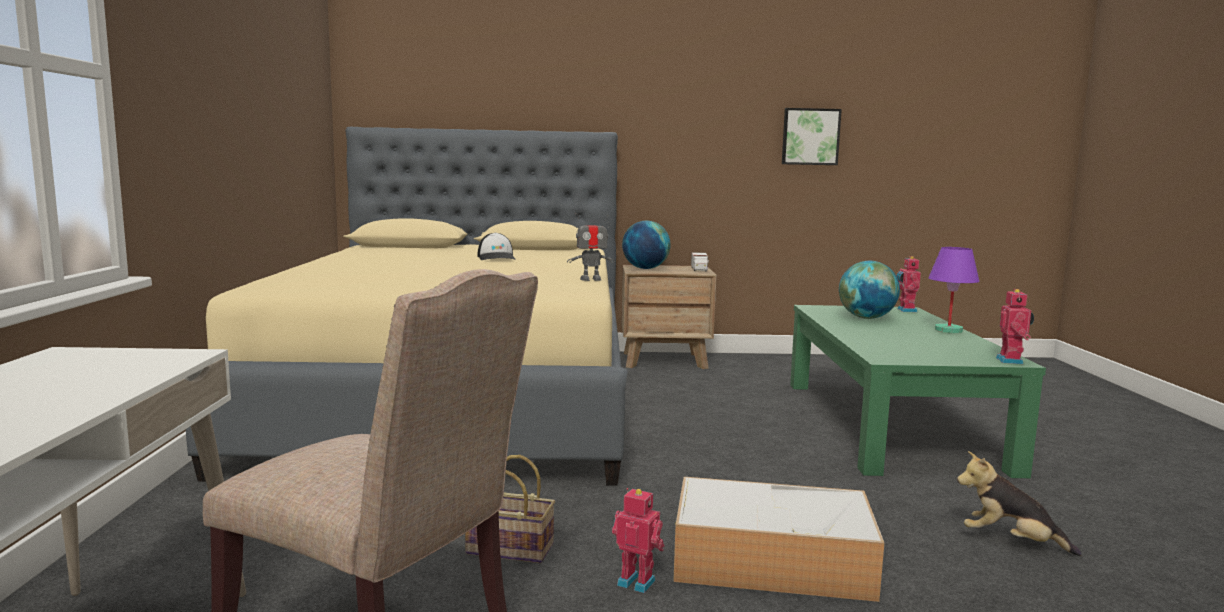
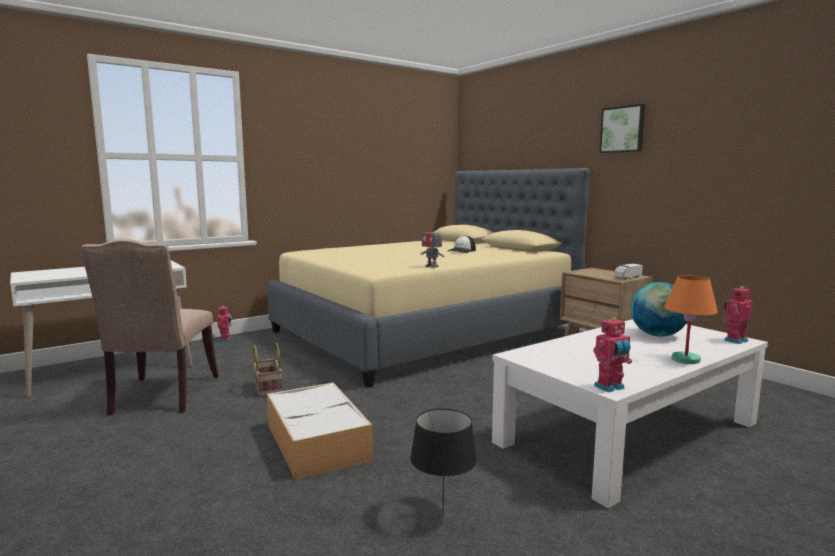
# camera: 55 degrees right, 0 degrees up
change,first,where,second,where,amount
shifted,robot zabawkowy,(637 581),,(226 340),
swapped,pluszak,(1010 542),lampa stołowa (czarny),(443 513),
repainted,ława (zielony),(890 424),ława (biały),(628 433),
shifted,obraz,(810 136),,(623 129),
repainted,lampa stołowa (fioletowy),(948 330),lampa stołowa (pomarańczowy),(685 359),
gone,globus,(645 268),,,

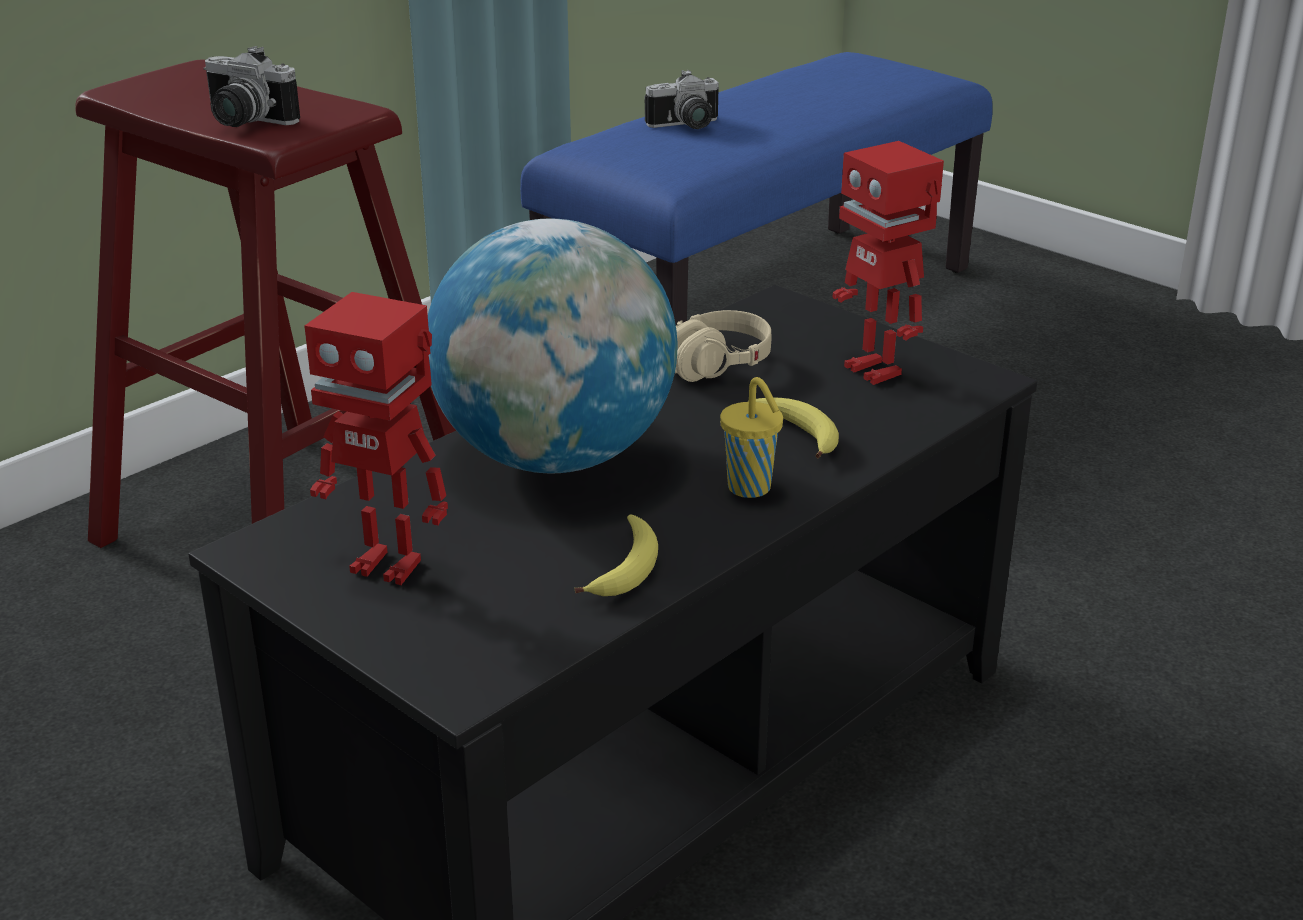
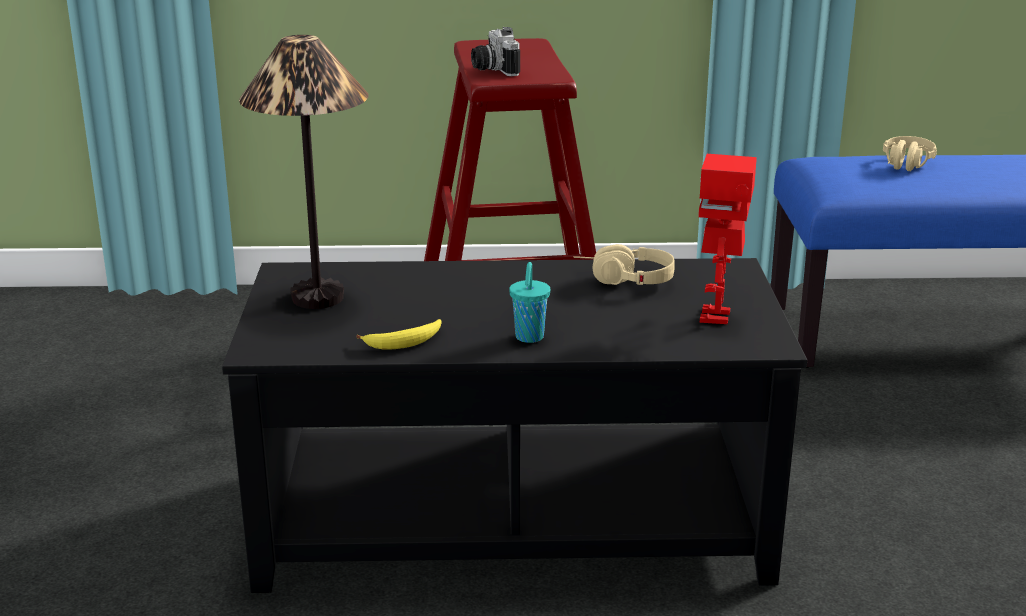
# camera: 45 degrees right, 5 degrees down
change,first,where,second,where,amount
swapped,robot zabawkowy,(389 565),lampa stołowa,(319 298),
repainted,filiżanka (żółty),(751 489),filiżanka (turkusowy),(529 338),
swapped,aparat fotograficzny,(687 126),słuchawki (beżowy),(905 166),
gone,globus,(555 457),,,
gone,banan,(798 434),,,

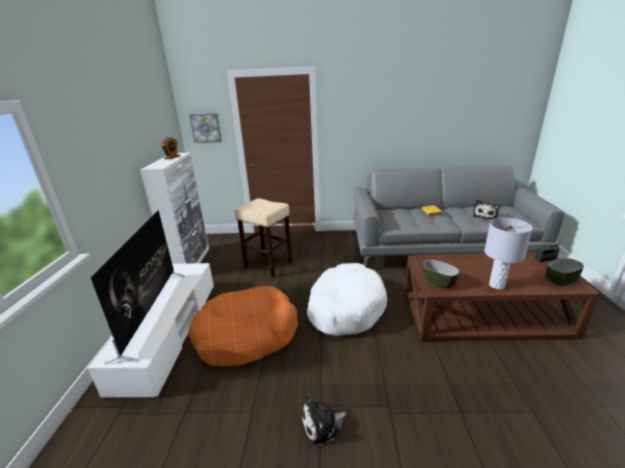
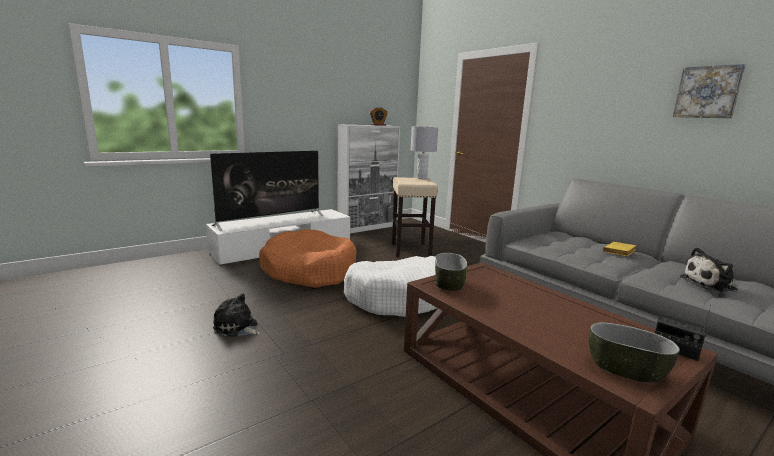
# camera: 50 degrees right, 10 degrees down
change,first,where,second,where,amount
shifted,lampa stołowa (szary),(496 285),,(421 178),
shifted,obraz,(206 128),,(708 92),

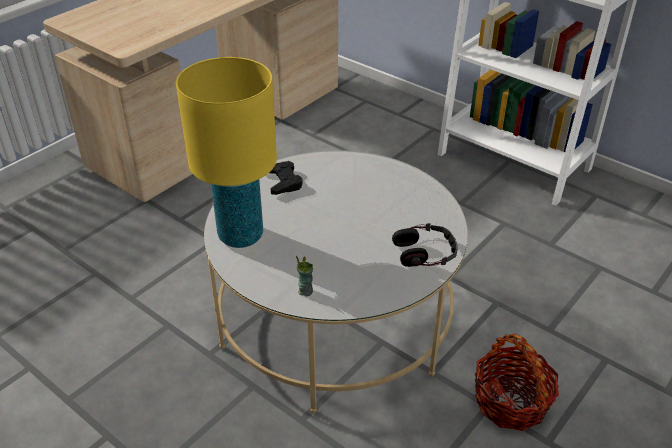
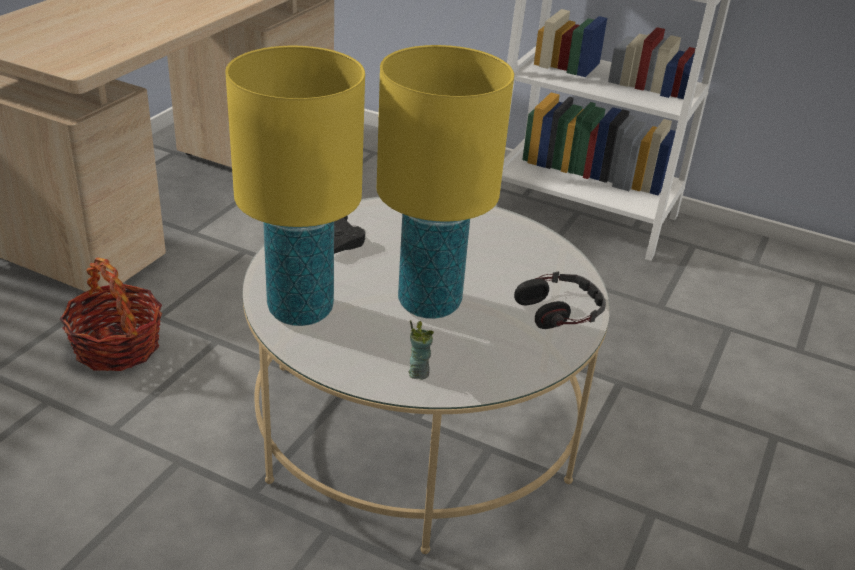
# camera: 15 degrees left, 5 degrees down
change,first,where,second,where,amount
shifted,koszyk,(511 402),,(117 347),
new,,,lampa stołowa (żółty),(428 303),

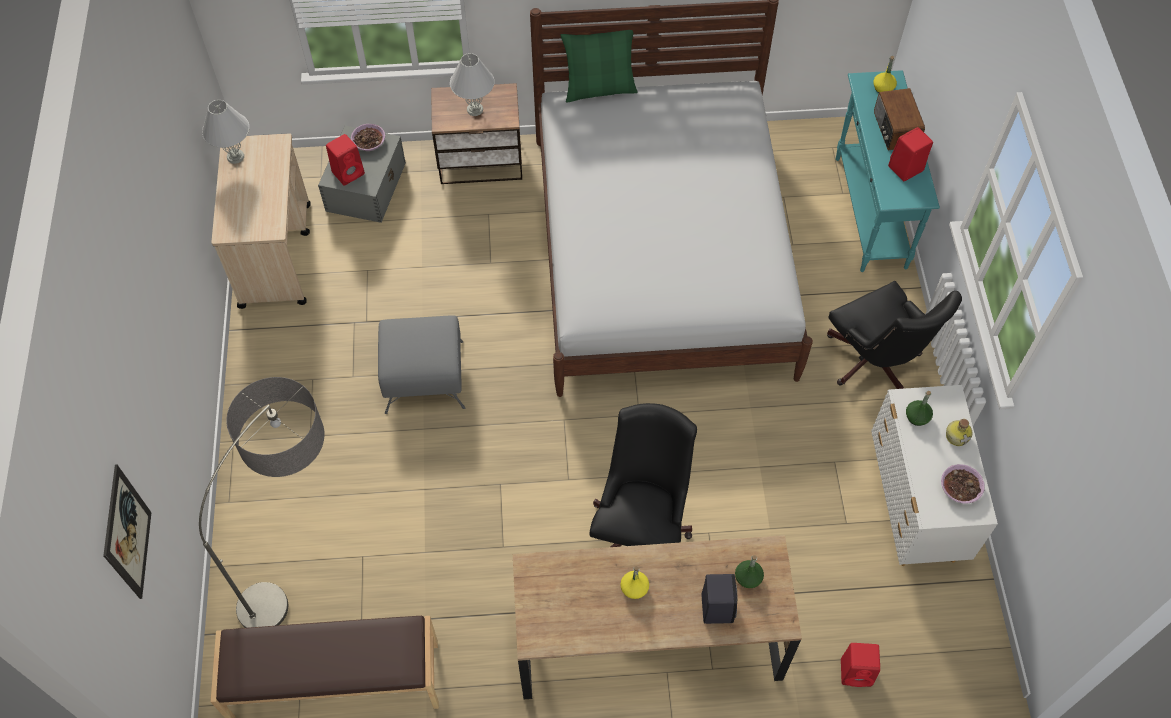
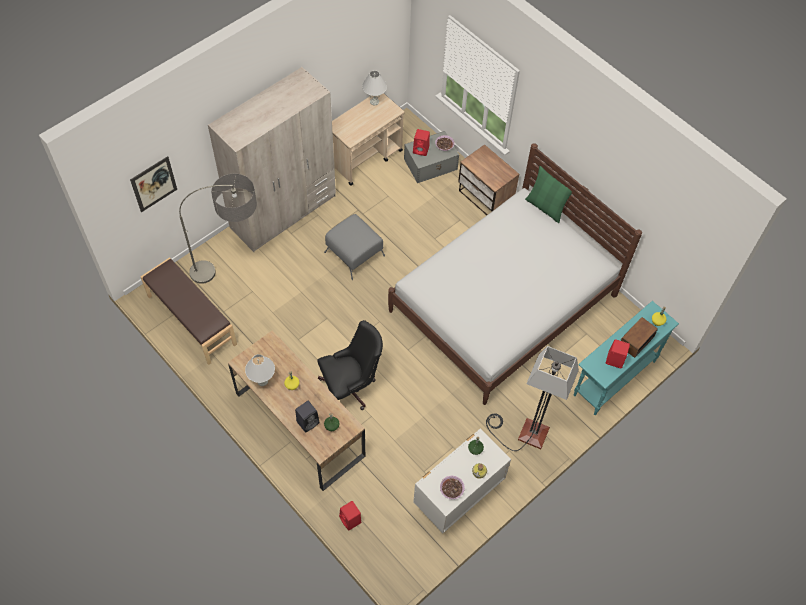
# camera: 50 degrees right, 0 degrees up
change,first,where,second,where,amount
new,,,szafa (beżowy),(283 211),
shifted,lampa stołowa (biały),(475 109),,(262 381),
swapped,krzesło biurowe (czarny),(874 363),lampa stojąca,(524 433),

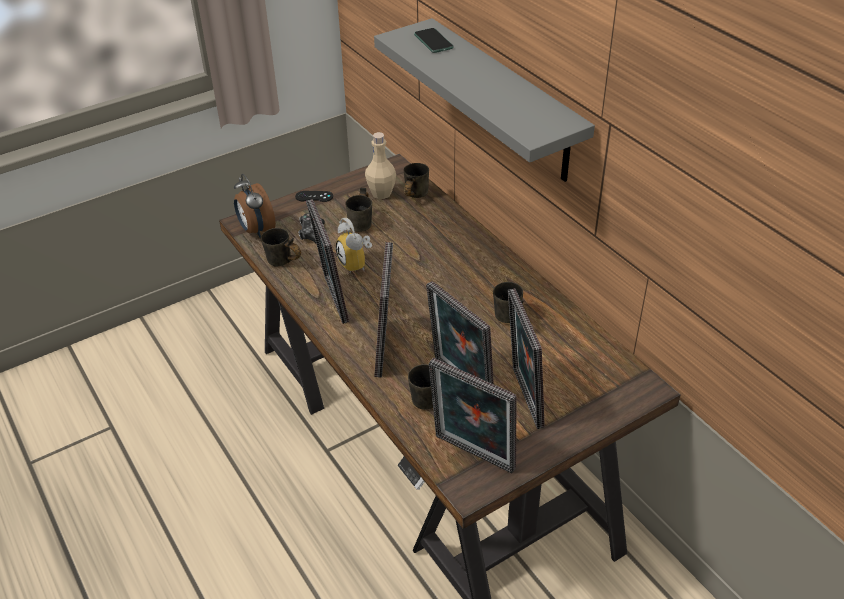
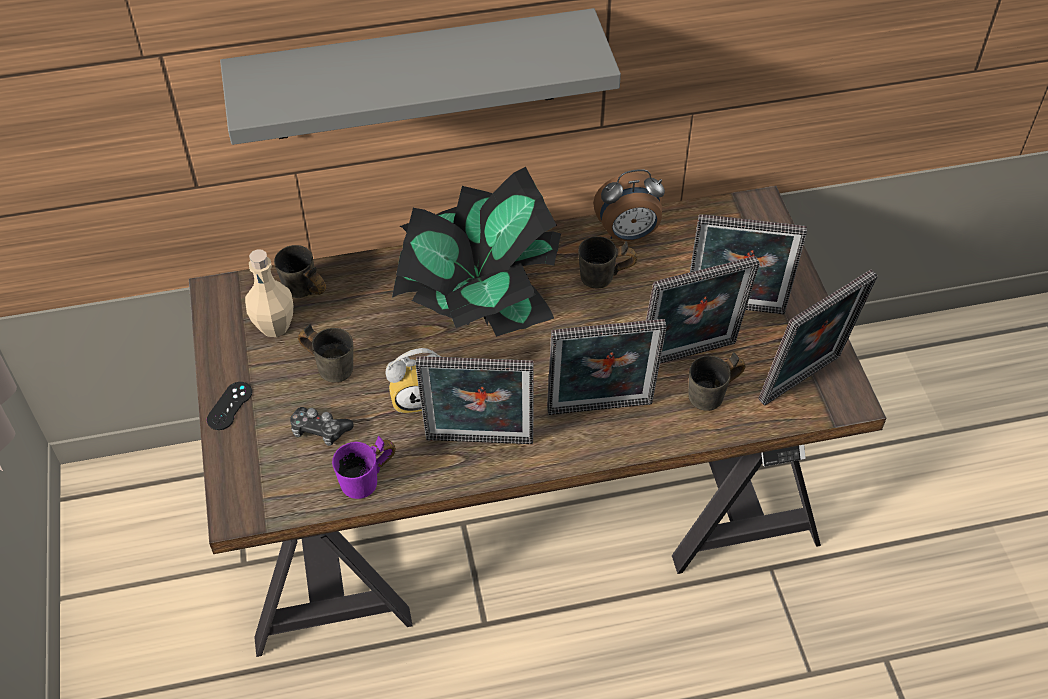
# camera: 70 degrees left, 10 degrees up
change,first,where,second,where,amount
repainted,kubek (szary),(282 264),kubek (fioletowy),(369 483),
new,,,roślina doniczkowa,(477 304),
rotated,ramka na zdjęcie,(386 349),,(600 411),150 degrees clockwise
shifted,budzik,(256 230),,(628 234),
gone,telefon,(433 41),,,

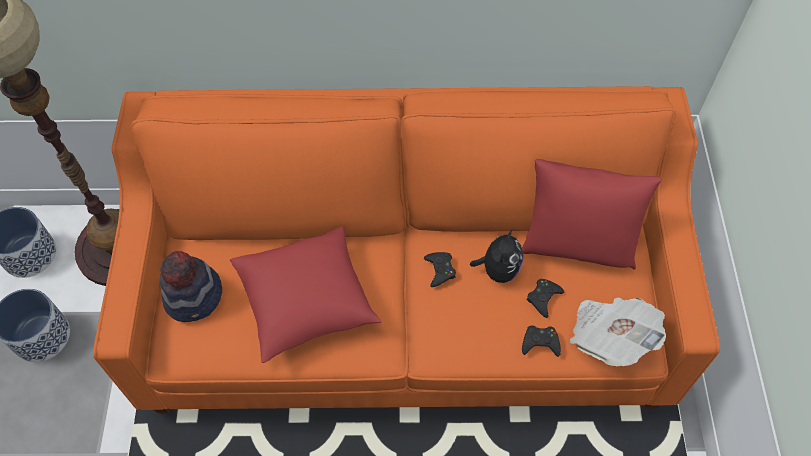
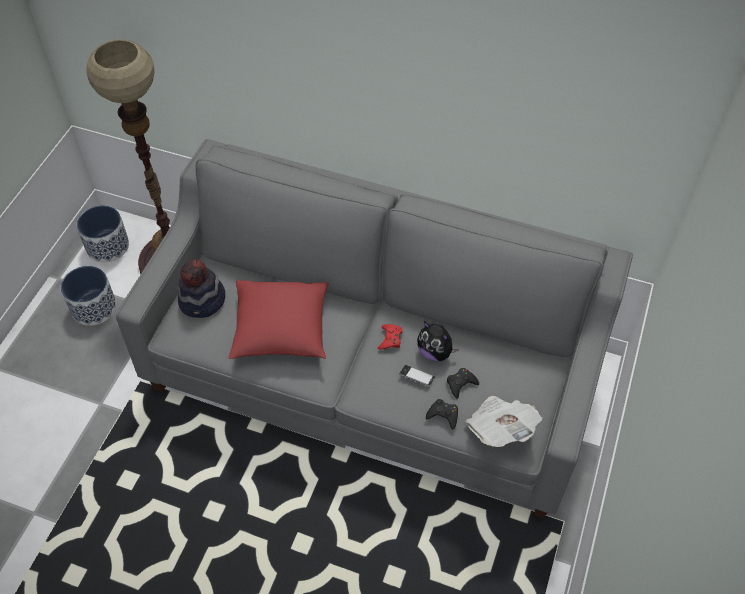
# camera: 20 degrees right, 5 degrees down
change,first,where,second,where,amount
repainted,kanapa (pomarańczowy),(406 307),kanapa (szary),(373 373),
repainted,pad do gier (czarny),(440 270),pad do gier (czerwony),(390 339),
new,,,telefon,(417 377),
rotated,pluszak,(498 269),,(435 352),90 degrees clockwise
gone,poduszka (czerwony),(576 245),,,

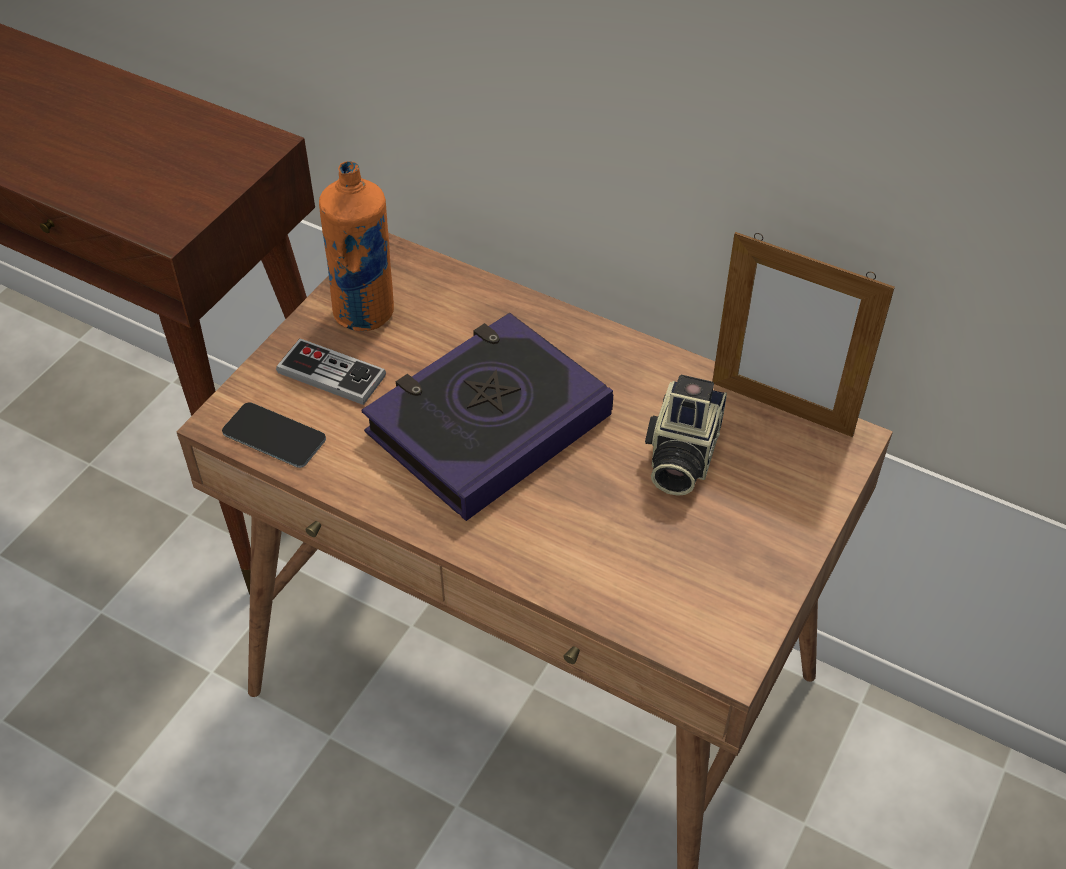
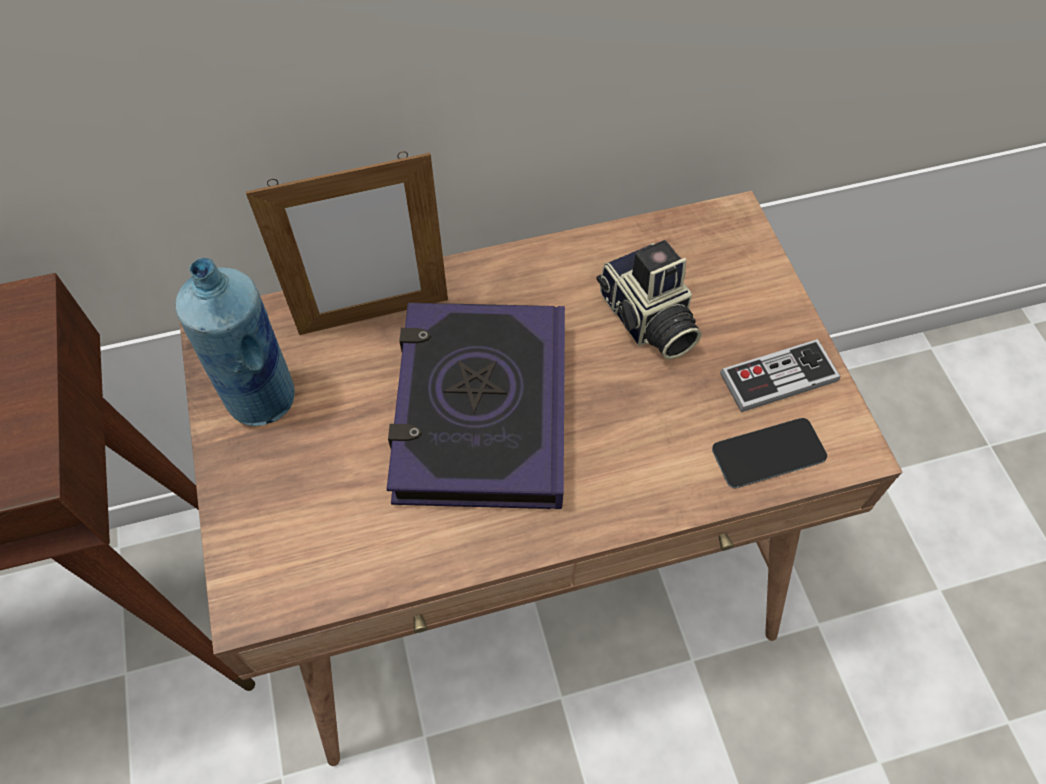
# camera: 45 degrees left, 10 degrees up
change,first,where,second,where,amount
repainted,butelka (pomarańczowy),(365 312),butelka (niebieski),(262 397),
shifted,ramka na zdjęcie,(781 408),,(374 316),
shifted,telefon,(274 436),,(768 453),
shifted,pad do gier,(331 374),,(778 377),

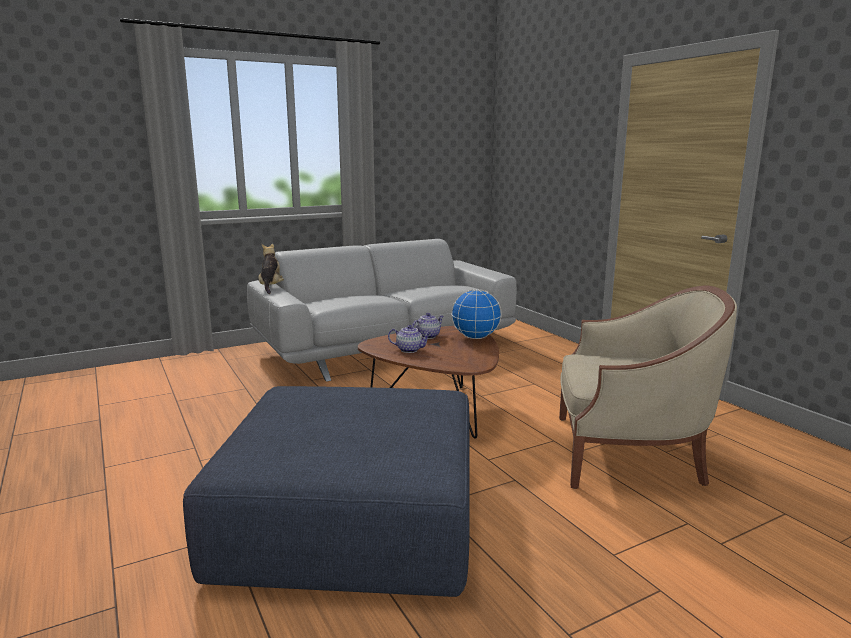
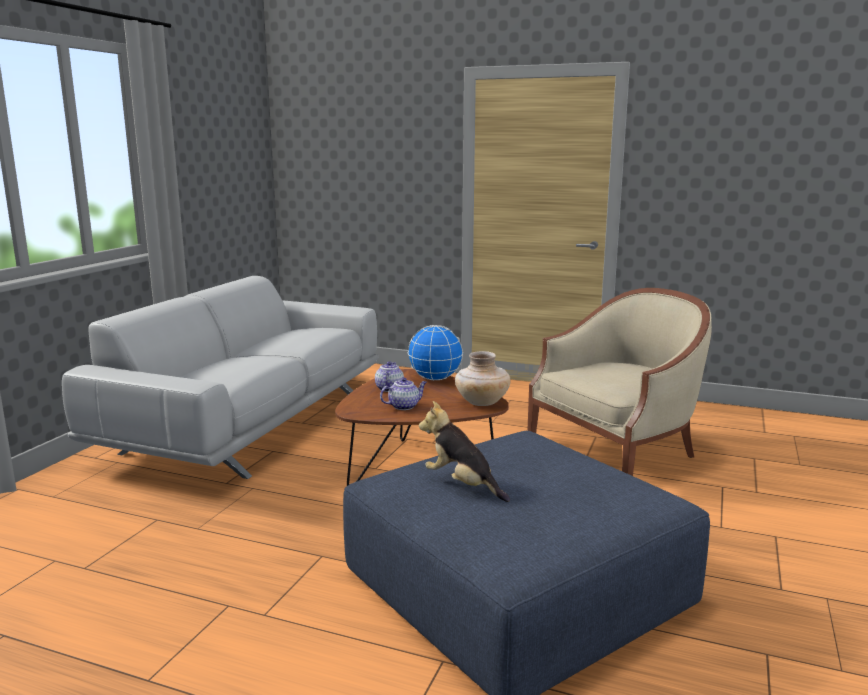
# camera: 40 degrees left, 0 degrees up
change,first,where,second,where,amount
shifted,pluszak,(271 287),,(462 485),
new,,,wazon (beżowy),(482 402),

